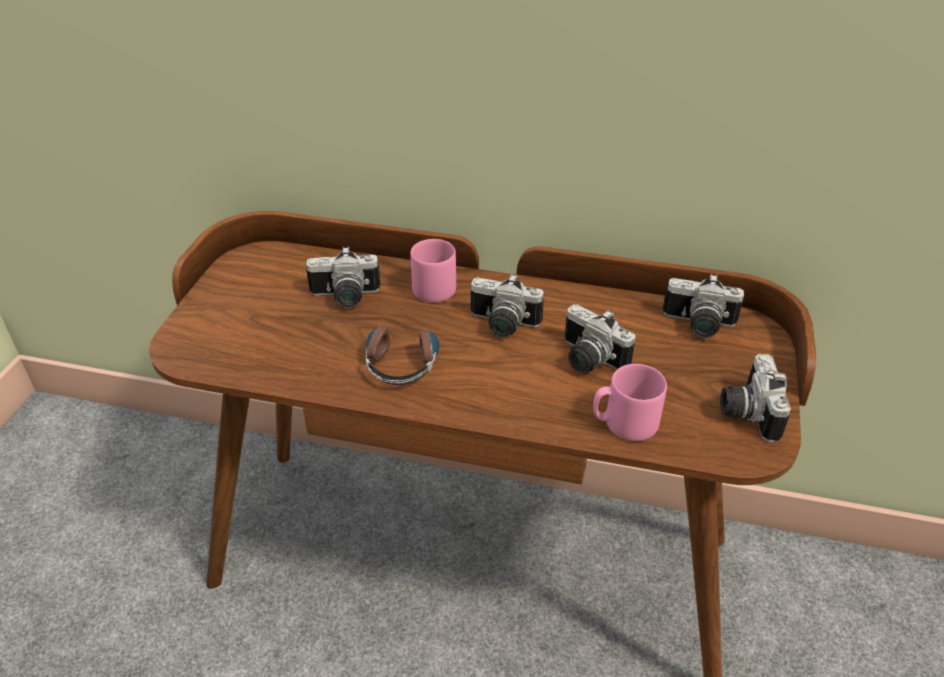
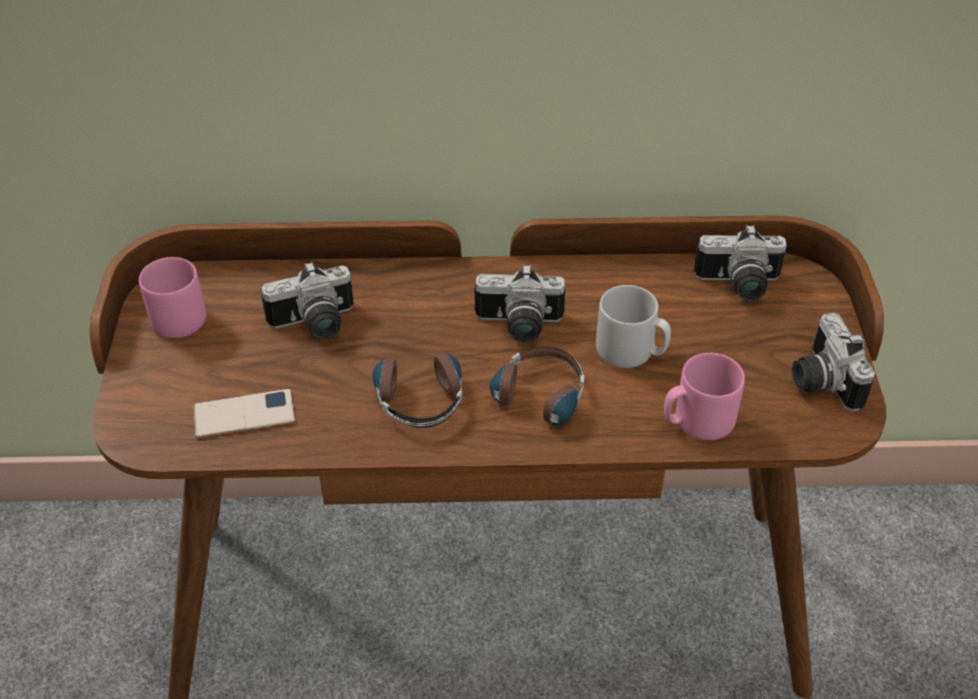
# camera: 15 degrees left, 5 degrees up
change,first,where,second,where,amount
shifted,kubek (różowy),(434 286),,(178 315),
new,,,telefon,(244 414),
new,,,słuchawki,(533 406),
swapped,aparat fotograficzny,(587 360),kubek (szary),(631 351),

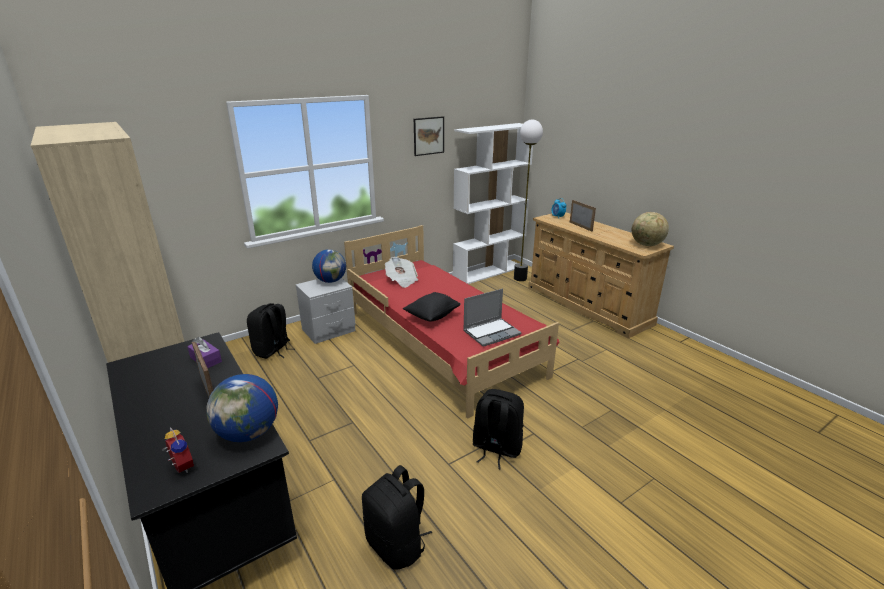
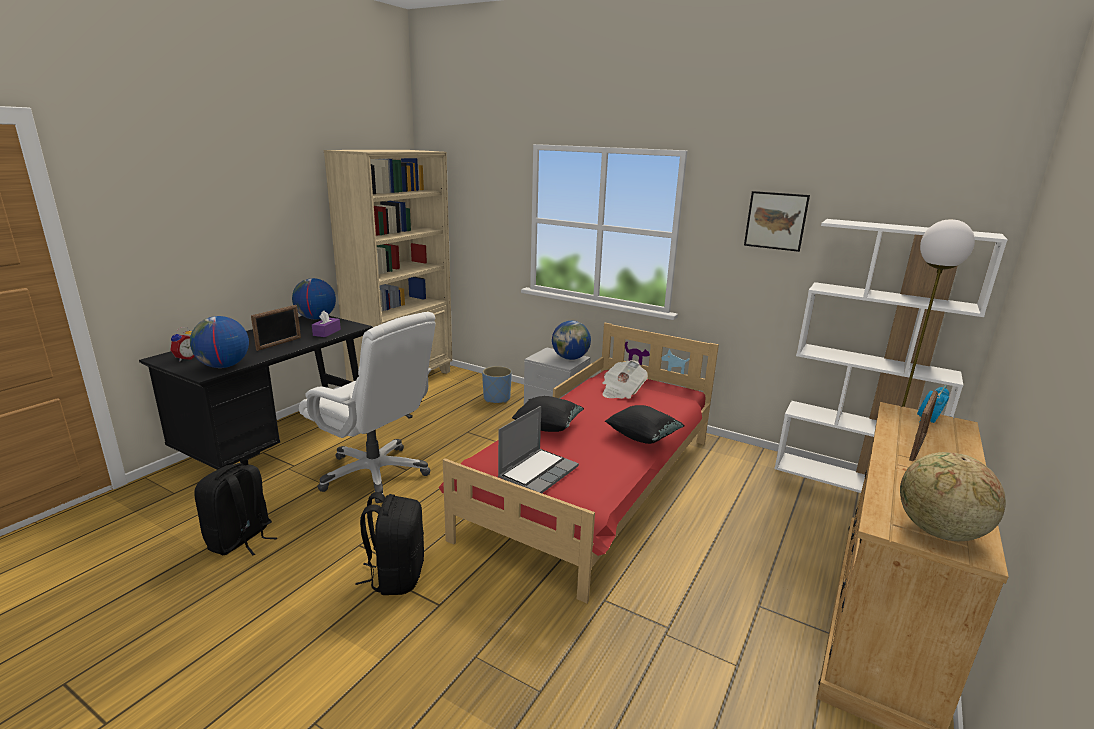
# camera: 65 degrees right, 5 degrees down
change,first,where,second,where,amount
new,,,globus,(316 318),
new,,,krzesło biurowe (biały),(375 474),
swapped,plecak (czarny),(273 350),donica (niebieski),(496 399),
rotated,laptop,(491 332),,(538 472),90 degrees counterclockwise
new,,,poduszka (czarny),(642 437),

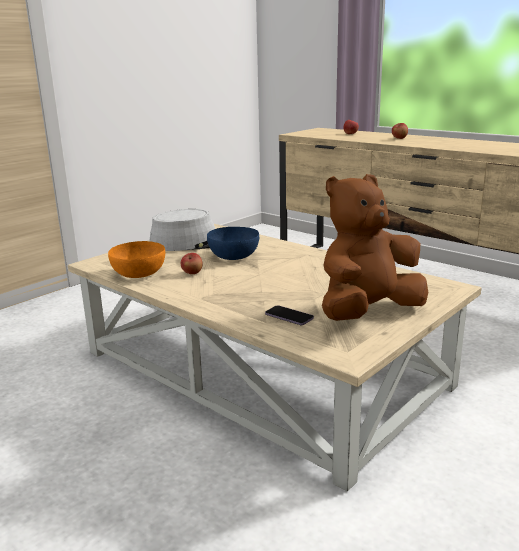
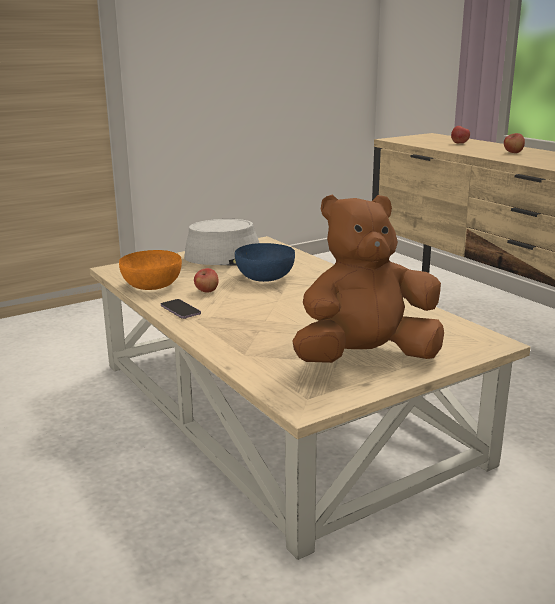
# camera: 15 degrees right, 0 degrees up
change,first,where,second,where,amount
shifted,telefon,(289 317),,(180 310),

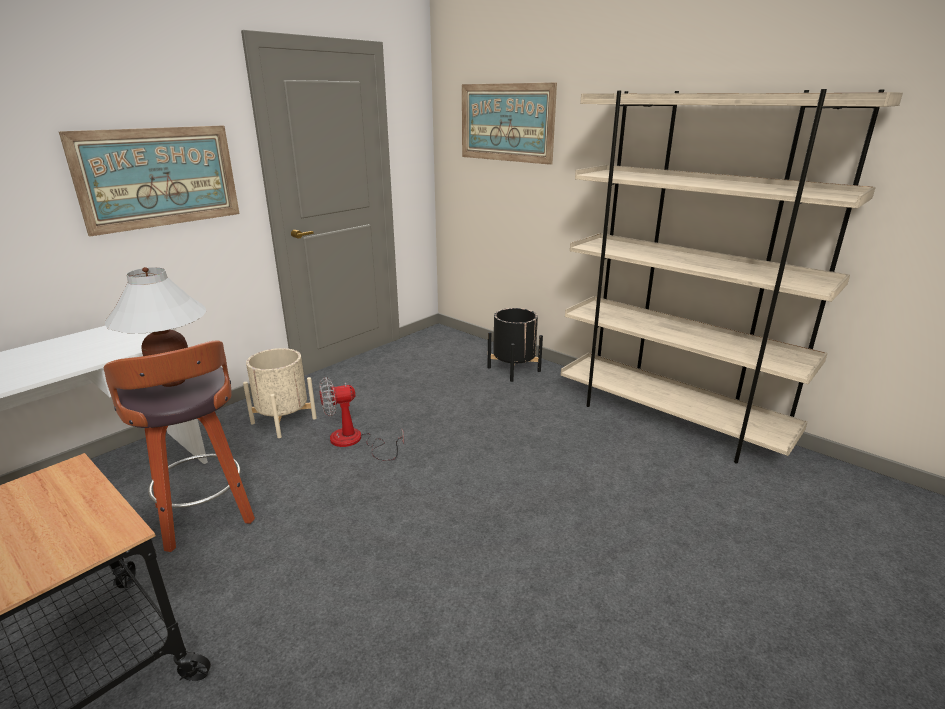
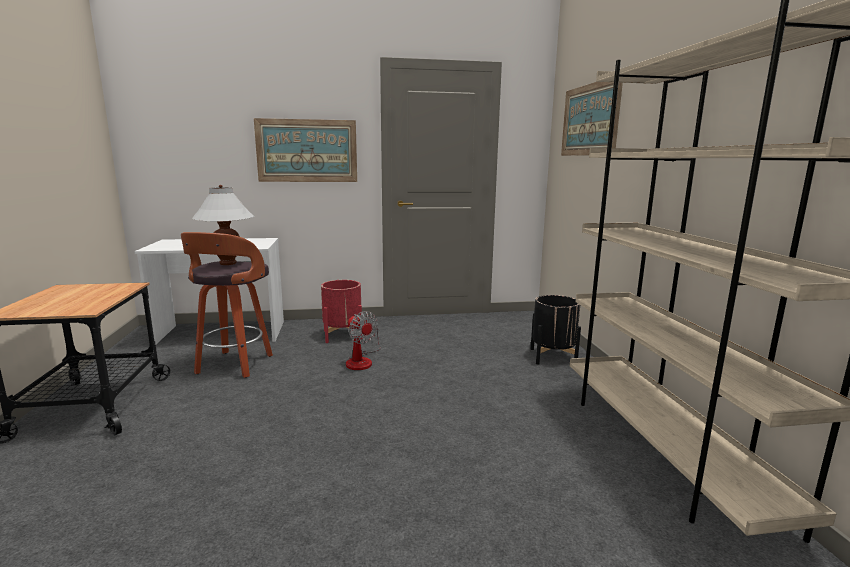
# camera: 40 degrees right, 10 degrees down
change,first,where,second,where,amount
repainted,donica (beżowy),(284 421),donica (czerwony),(342 335),
rotated,wentylator,(355 442),,(362 360),150 degrees counterclockwise

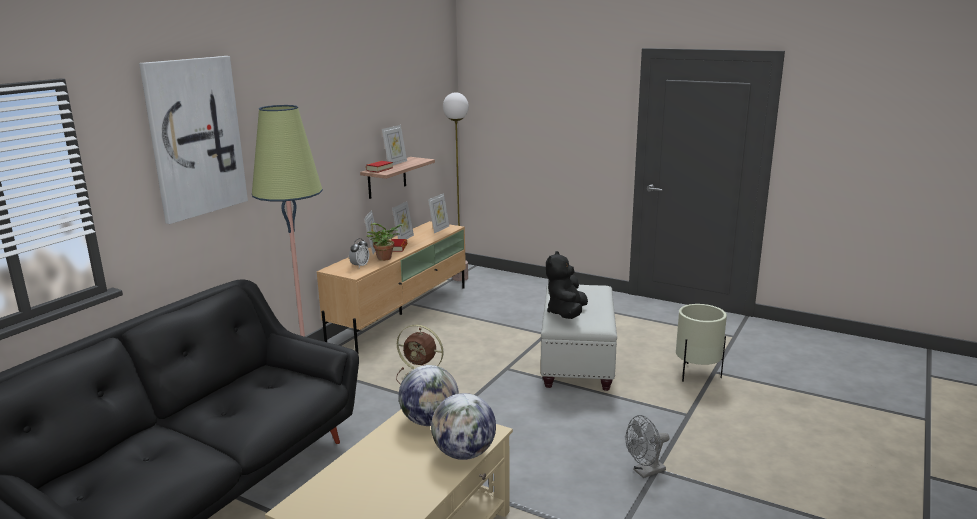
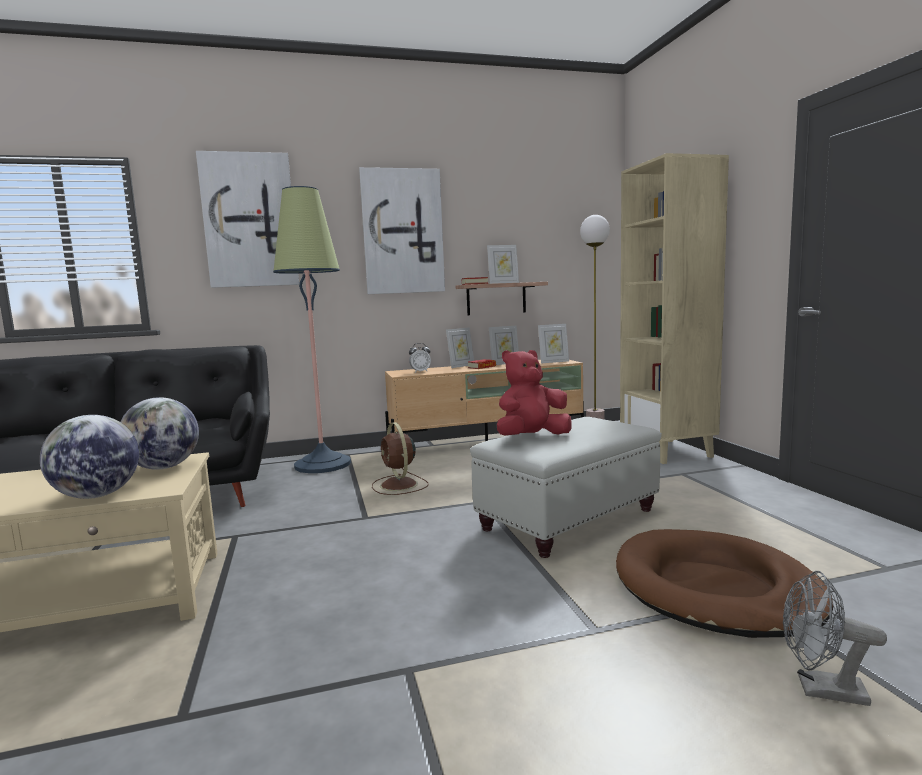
# camera: 45 degrees right, 10 degrees down
change,first,where,second,where,amount
new,,,obraz,(402 232),
repainted,pluszak (czarny),(566 313),pluszak (czerwony),(532 437),
swapped,donica (beżowy),(697 374),legowisko (brązowy),(715 589),
new,,,regał (beżowy),(668 451),
shifted,wentylator (szary),(645 472),,(821 690),
gone,roślina doniczkowa,(386 258),,,

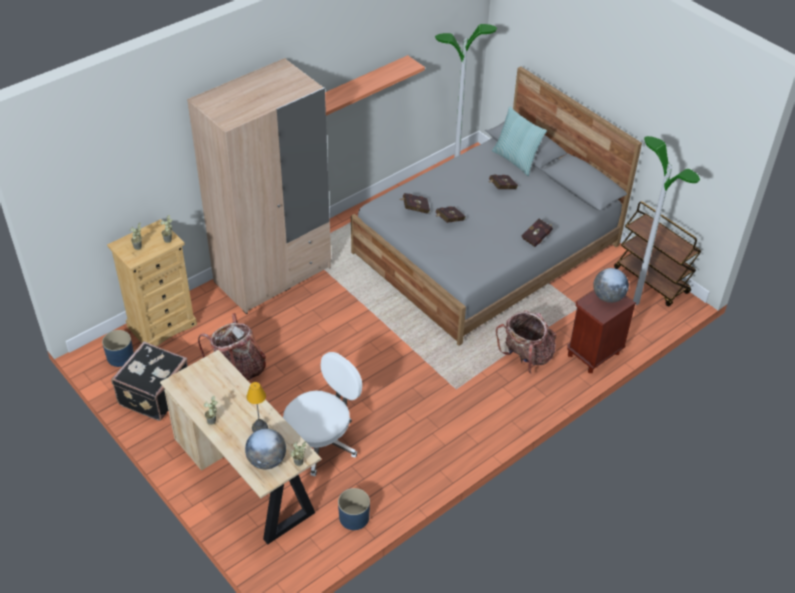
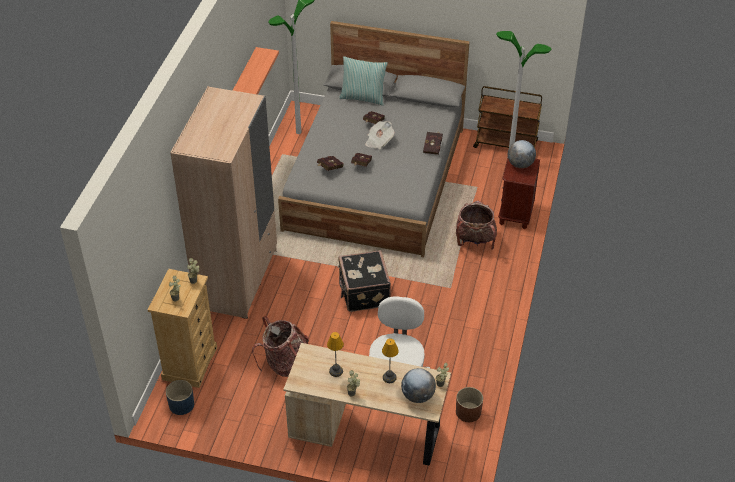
# camera: 35 degrees left, 0 degrees up
change,first,where,second,where,amount
new,,,lampa stołowa,(336 371),
shifted,walizka (czarny),(153 394),,(363 293),
new,,,gazeta,(379 141),
repainted,donica (niebieski),(353 517),donica (brązowy),(468 412),

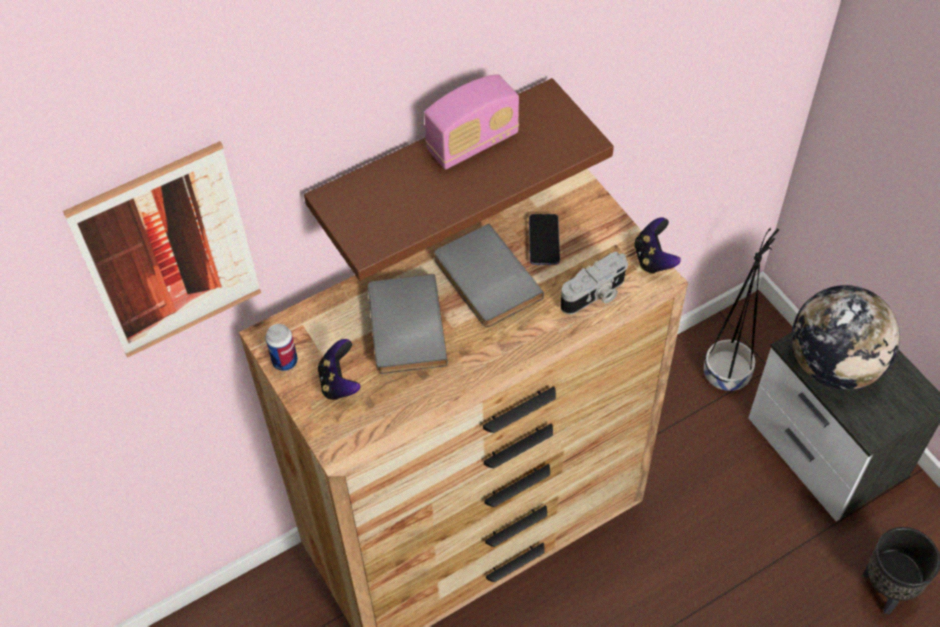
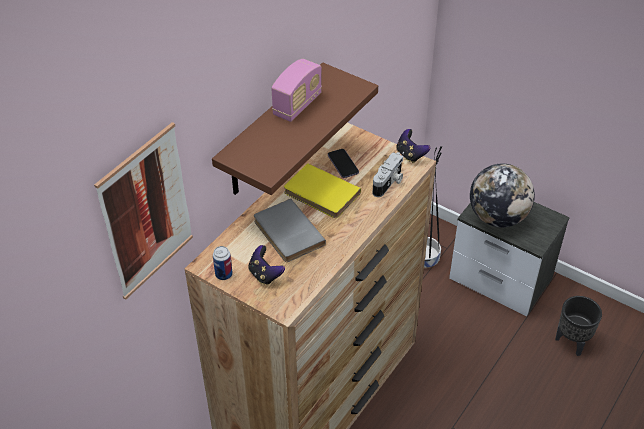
# camera: 25 degrees left, 10 degrees down
change,first,where,second,where,amount
repainted,książka (szary),(484 280),książka (żółty),(320 194),

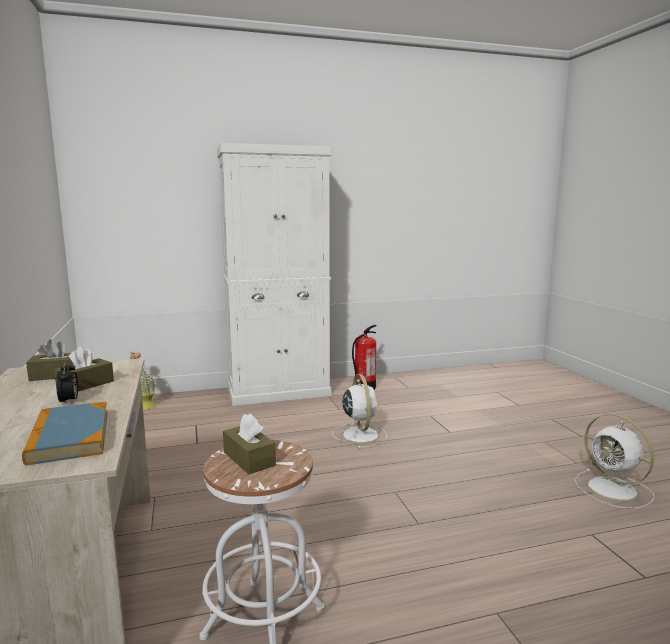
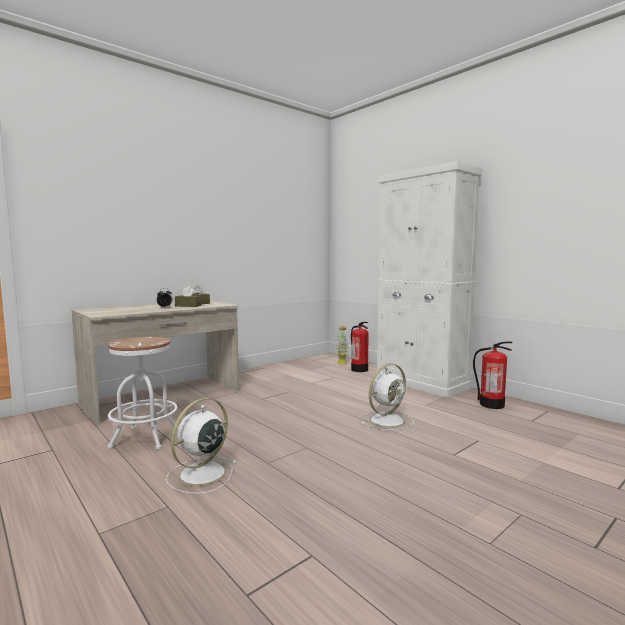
# camera: 65 degrees right, 5 degrees down
change,first,where,second,where,amount
shifted,wentylator (biały),(614 490),,(200 475),
new,,,gaśnica,(359 369),
gone,książka,(69 436),,,
gone,pudełko chusteczek (brązowy),(249 459),,,

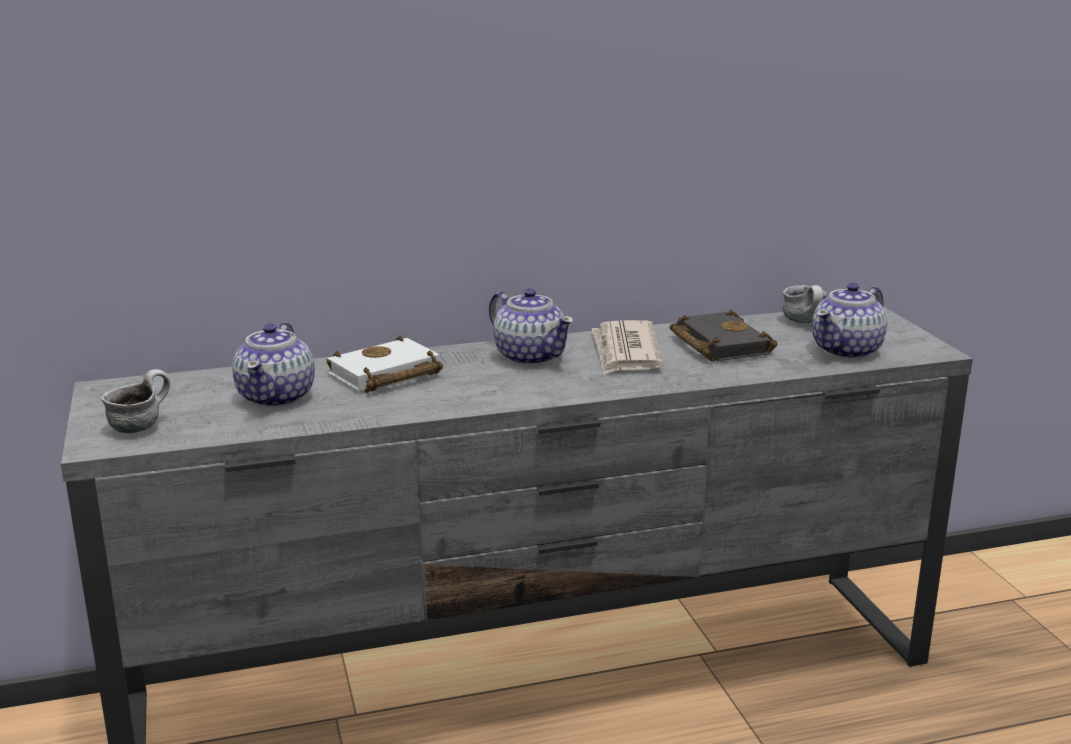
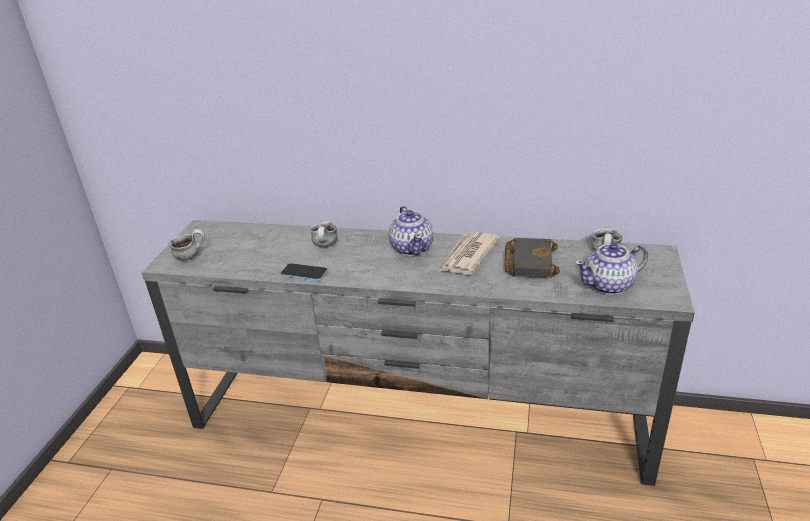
# camera: 30 degrees right, 10 degrees up
change,first,where,second,where,amount
new,,,telefon,(304 273),
swapped,książka (biały),(384 375),kubek,(326 246),
gone,imbryk,(277 397),,,

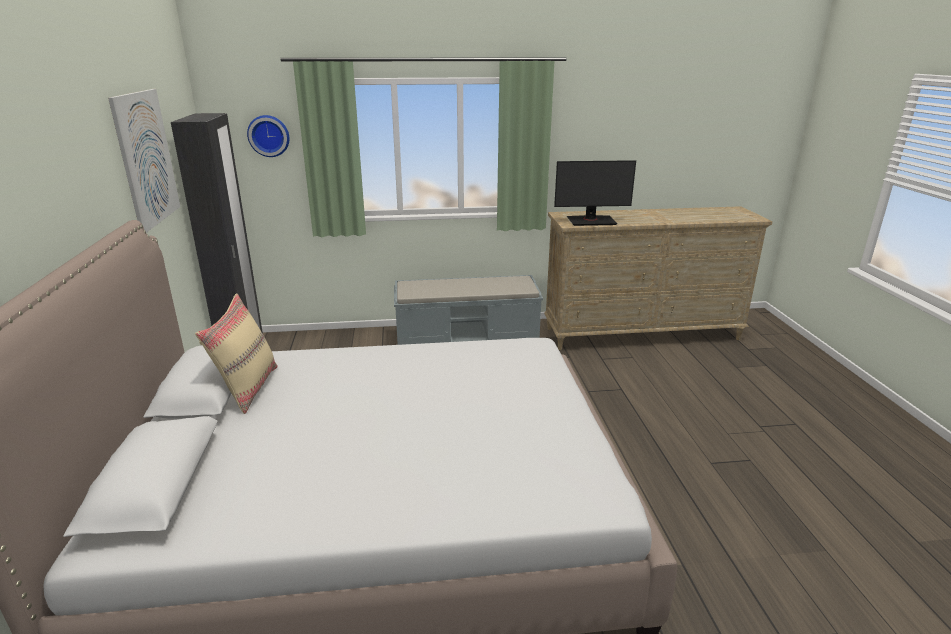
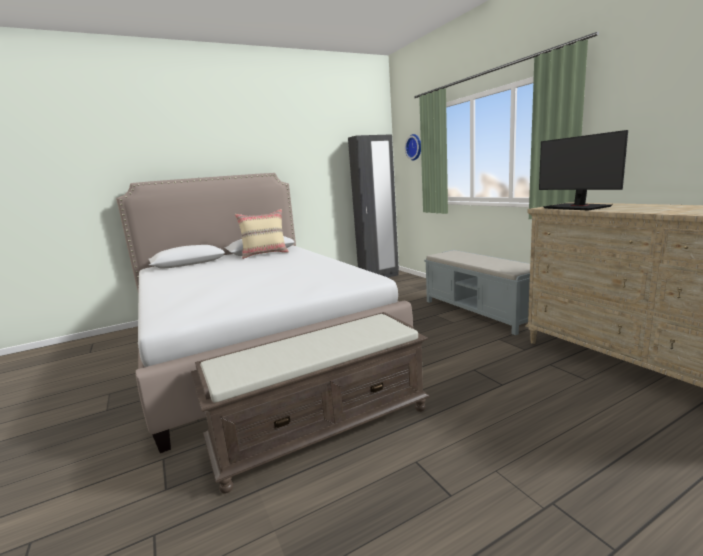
# camera: 70 degrees right, 10 degrees down
change,first,where,second,where,amount
new,,,ławka (brązowy),(323 427),
gone,obraz,(146 158),,,

